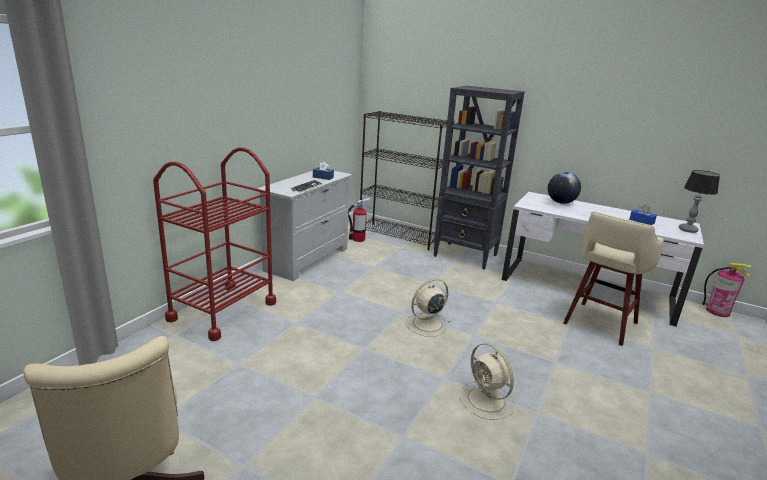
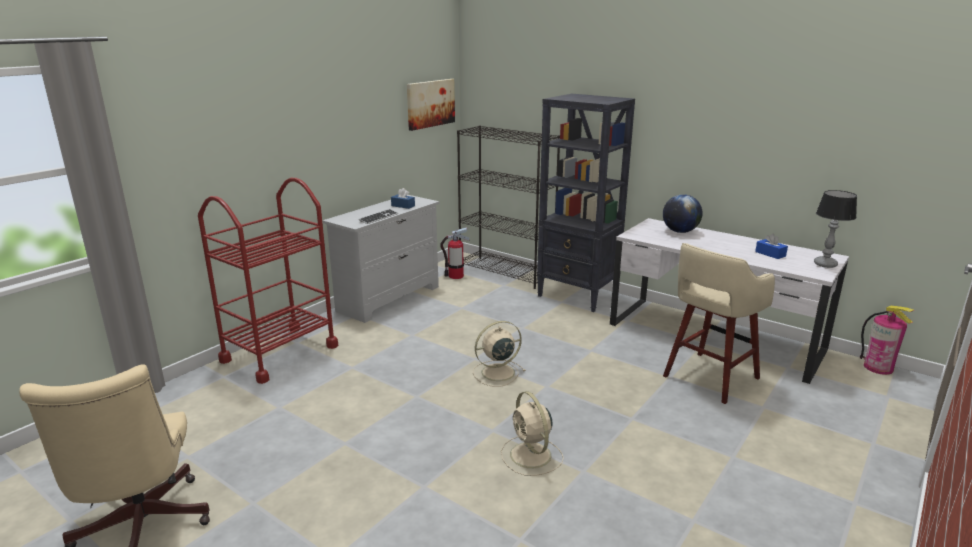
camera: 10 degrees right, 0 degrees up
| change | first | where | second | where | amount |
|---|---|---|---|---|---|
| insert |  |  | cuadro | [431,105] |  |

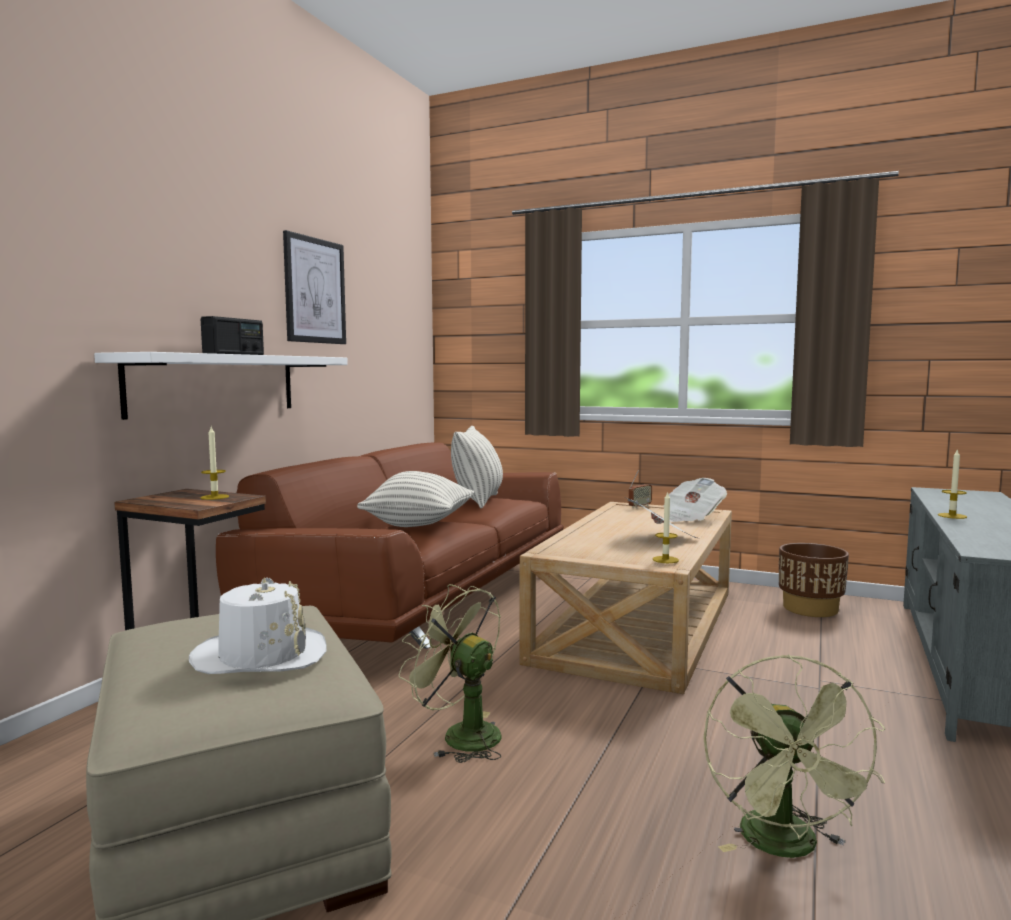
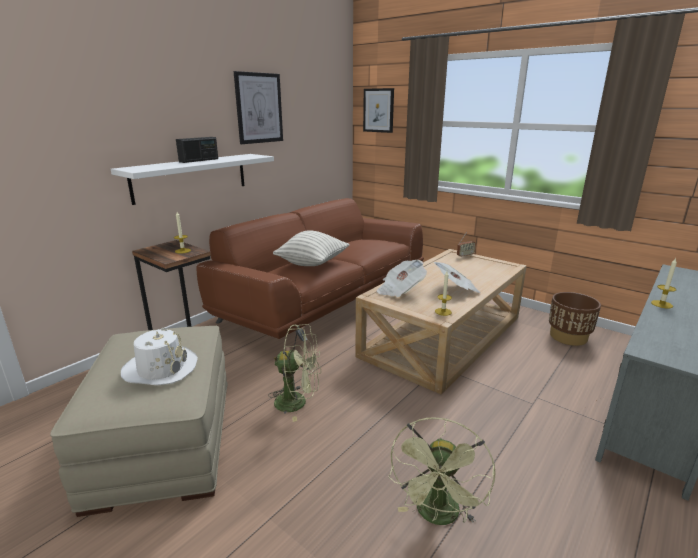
camera: 15 degrees right, 15 degrees up
| change | first | where | second | where | amount |
|---|---|---|---|---|---|
| delete | cojín | [477,467] |  |  |  |
| move | periódico | [697,500] |  | [401,278] |  |
| rotate | ventilador (verde) | [450,673] |  | [294,373] | 135 degrees clockwise |
| insert |  |  | cuadro | [378,110] |  |

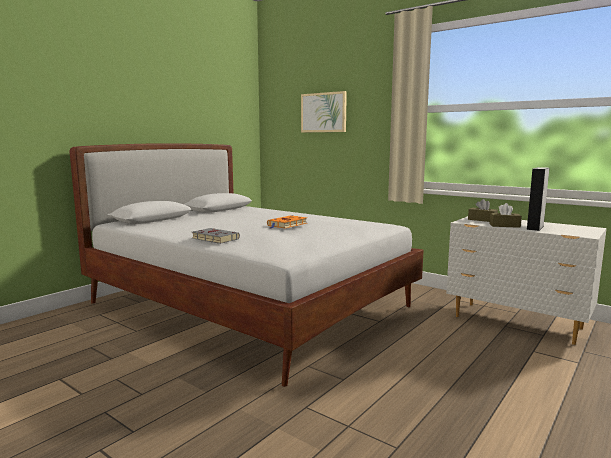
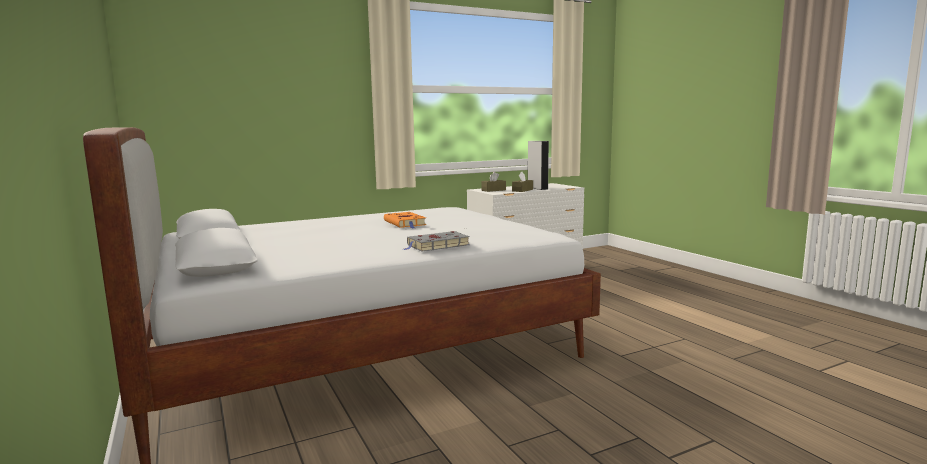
camera: 65 degrees left, 0 degrees up
| change | first | where | second | where | amount |
|---|---|---|---|---|---|
| delete | cuadro | [324,111] |  |  |  |

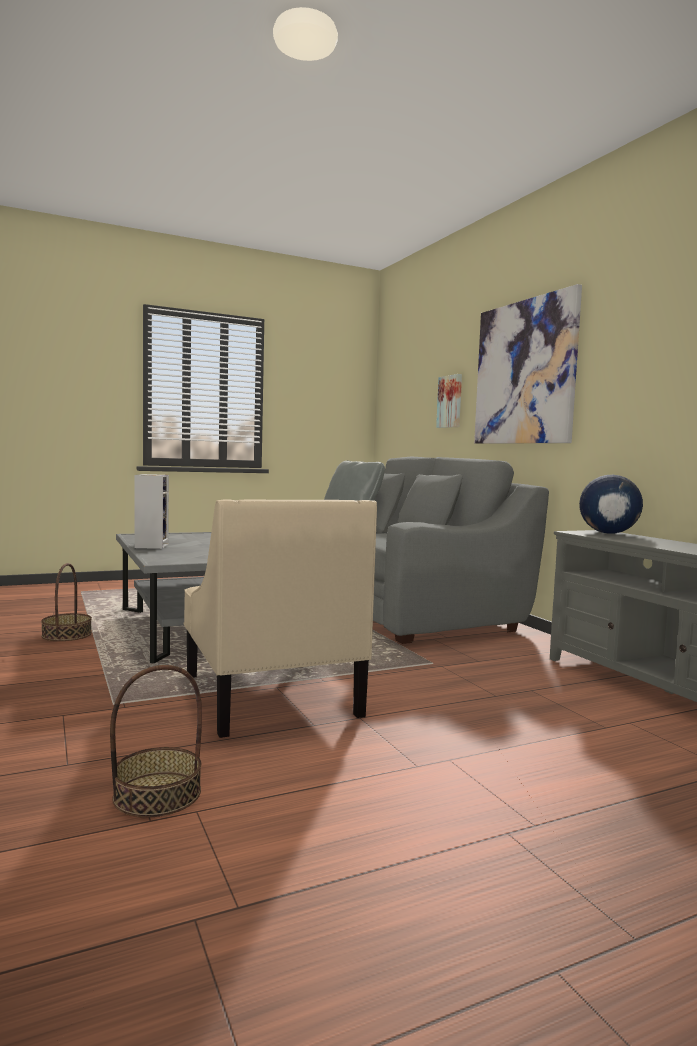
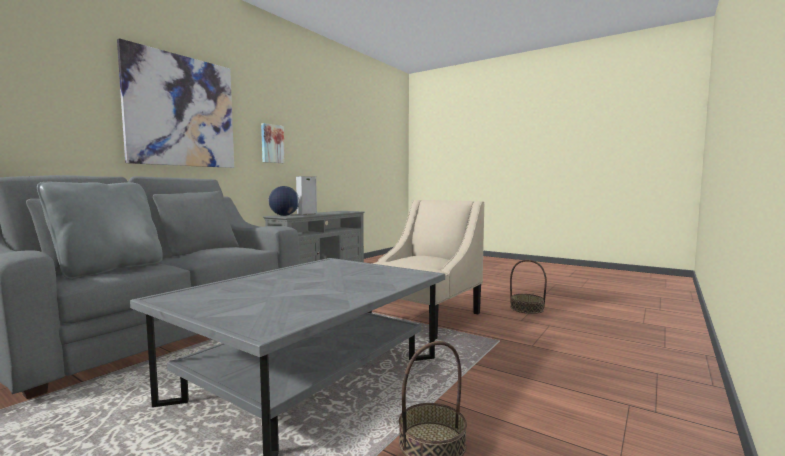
camera: 120 degrees left, 0 degrees up
| change | first | where | second | where | amount |
|---|---|---|---|---|---|
| move | cuadro | [449,401] |  | [273,143] |  |
| move | altavoz | [151,511] |  | [306,195] |  |

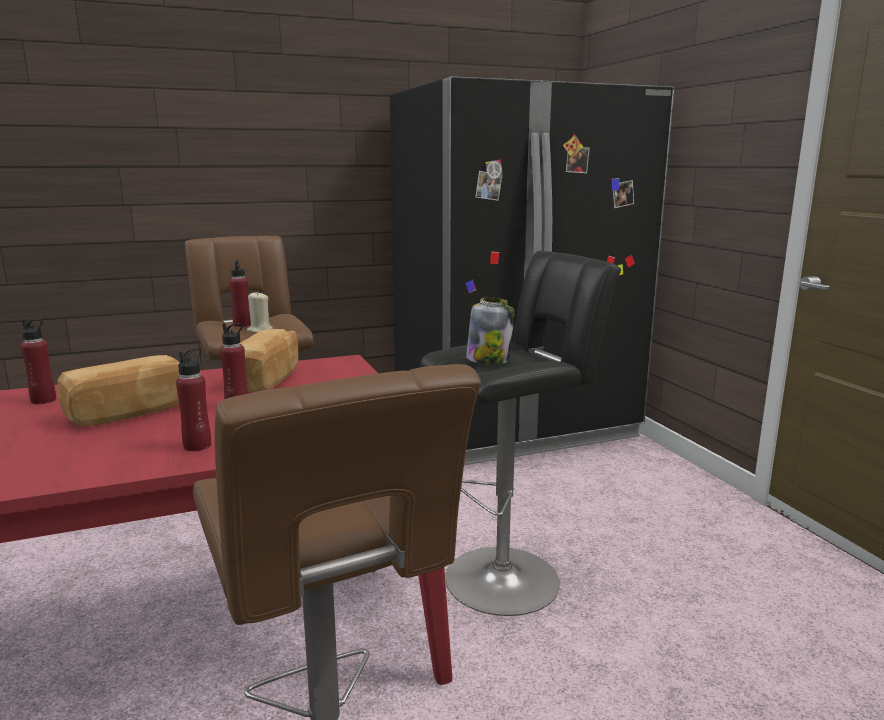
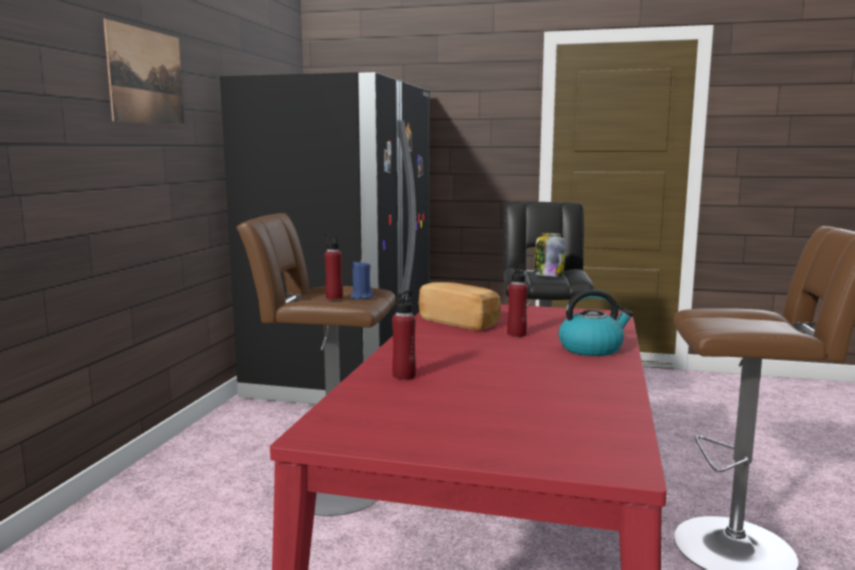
camera: 55 degrees left, 5 degrees down
| change | first | where | second | where | amount |
|---|---|---|---|---|---|
| recolor | vela (beis) | [260,312] | vela (azul) | [362,280] |  |
| replace | botella (rojo) | [193,399] | hervidor | [595,322] |  |
| delete | pan | [118,390] |  |  |  |
| insert |  |  | cuadro | [144,72] |  |

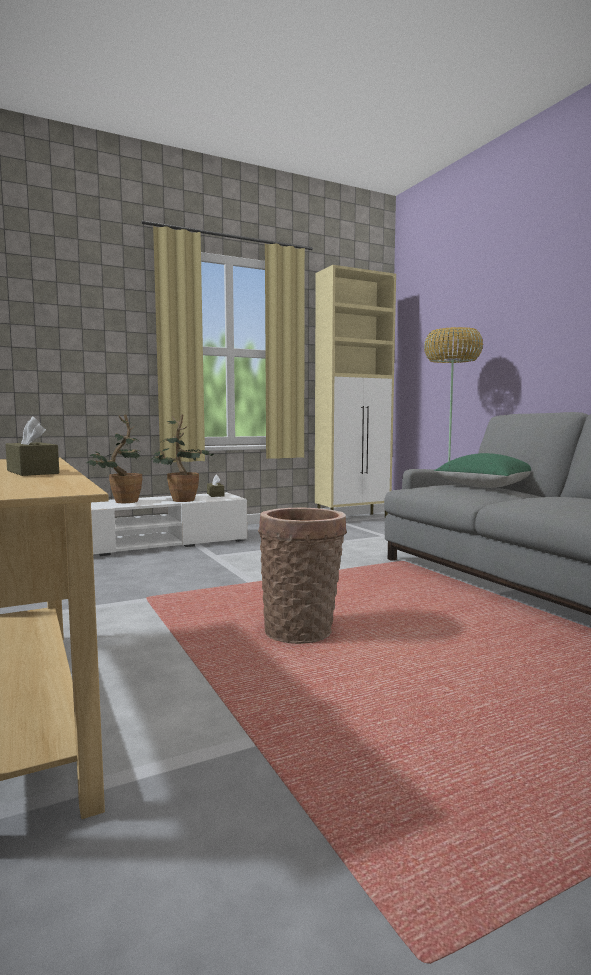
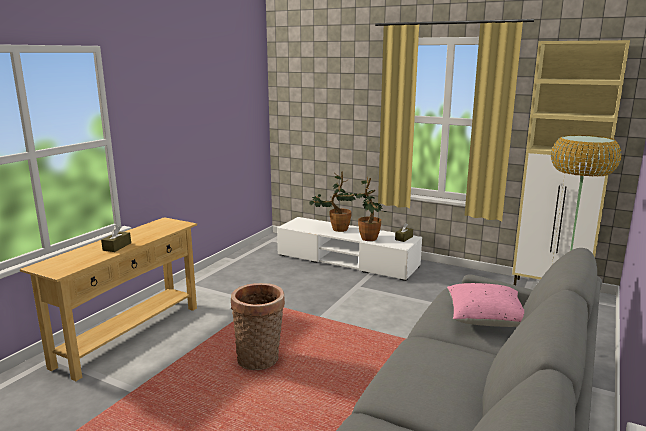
camera: 55 degrees right, 10 degrees up
| change | first | where | second | where | amount |
|---|---|---|---|---|---|
| recolor | cojín (verde) | [482,470] | cojín (rosa) | [485,305] |  |

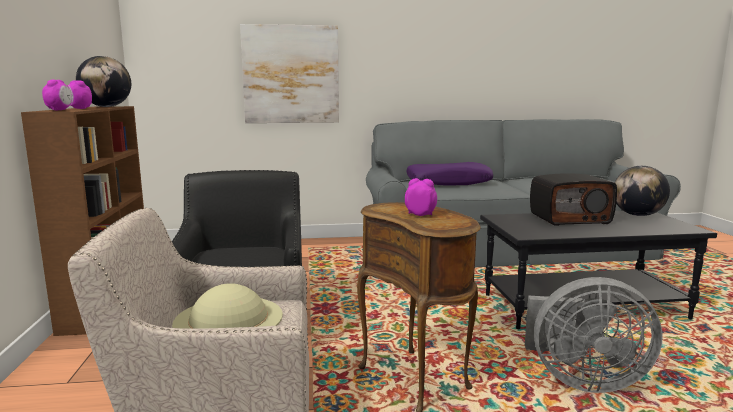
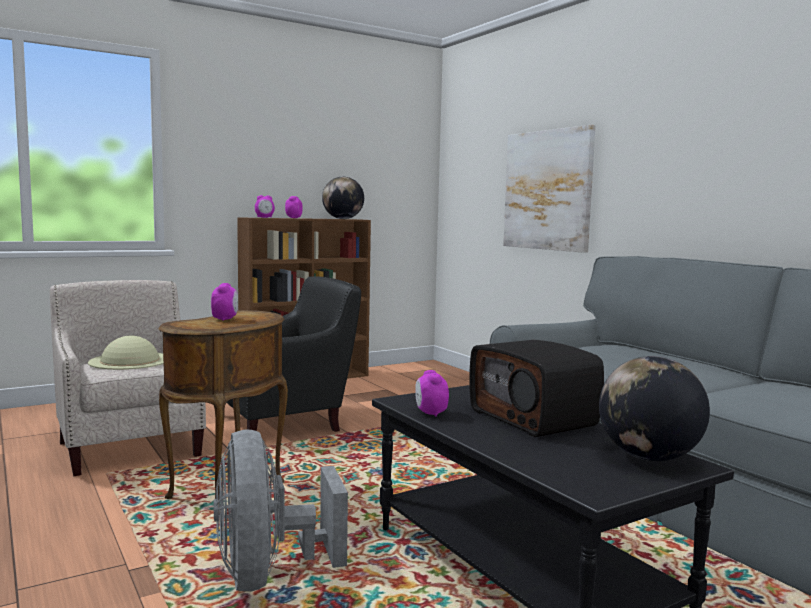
camera: 65 degrees right, 5 degrees down
| change | first | where | second | where | amount |
|---|---|---|---|---|---|
| delete | cojín (morado) | [449,173] |  |  |  |
| insert |  |  | despertador | [432,393] |  |

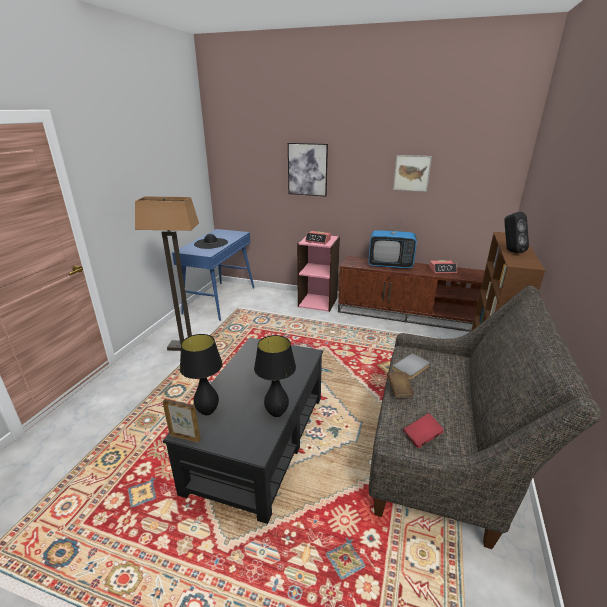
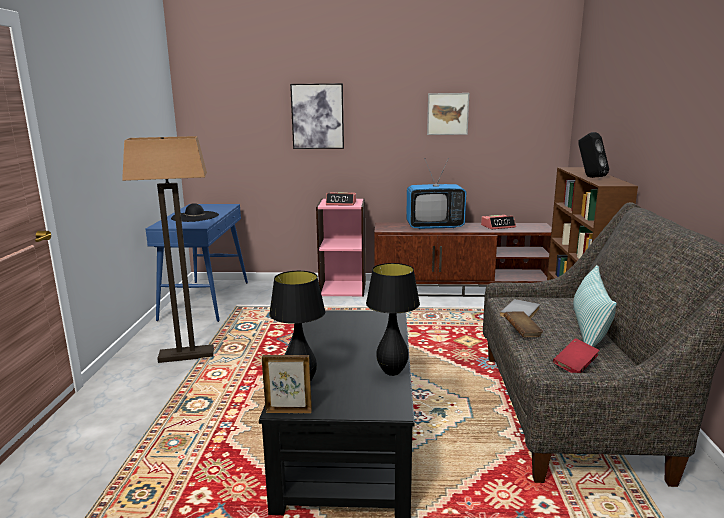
camera: 15 degrees left, 10 degrees down
| change | first | where | second | where | amount |
|---|---|---|---|---|---|
| insert |  |  | cojín | [595,306] |  |

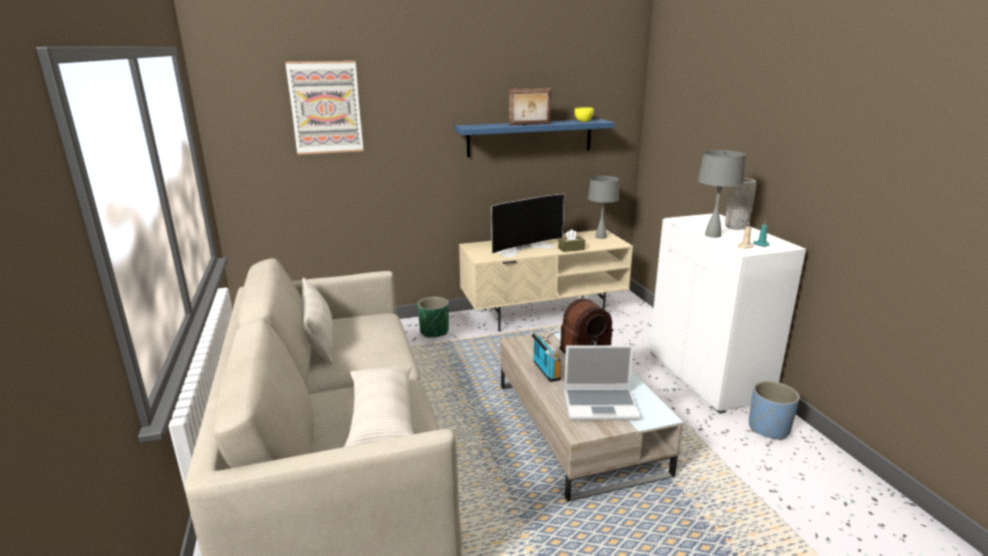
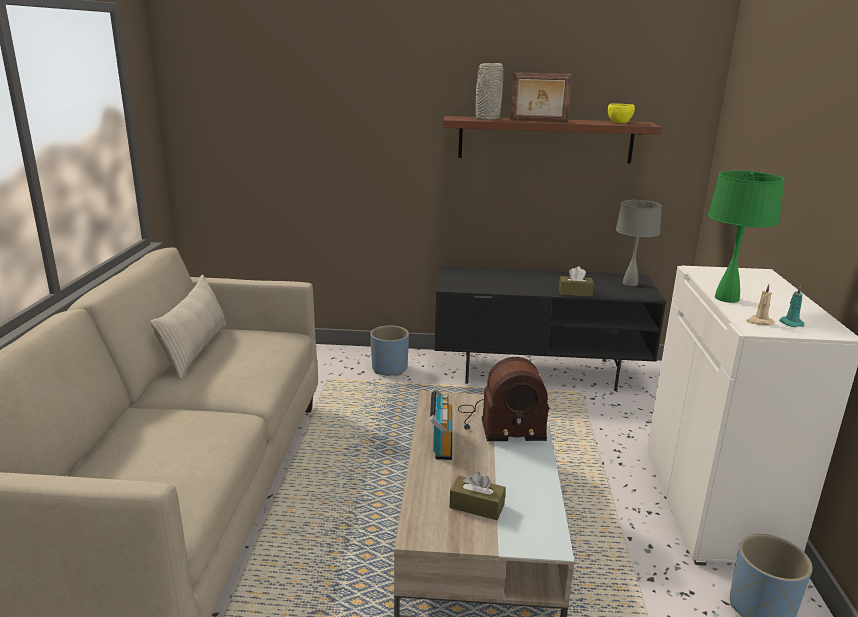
camera: 20 degrees right, 0 degrees up
| change | first | where | second | where | amount |
|---|---|---|---|---|---|
| delete | cuadro | [324,108] |  |  |  |
| recolor | estante (azul) | [535,138] | estante (marrón) | [552,139] |  |
| recolor | lámpara de mesa (gris) | [721,194] | lámpara de mesa (verde) | [746,237] |  |
| move | florero (gris) | [741,204] |  | [489,91] |  |
| delete | televisor | [527,226] |  |  |  |
| recolor | mueble de televisión (beis) | [546,280] | mueble de televisión (negro) | [550,328] |  |
| recolor | maceta (verde) | [433,317] | maceta (azul) | [389,350] |  |
| replace | portátil | [602,382] | caja de pañuelos (marrón) | [477,495] |  |
| delete | cojín (beis) | [379,407] |  |  |  |

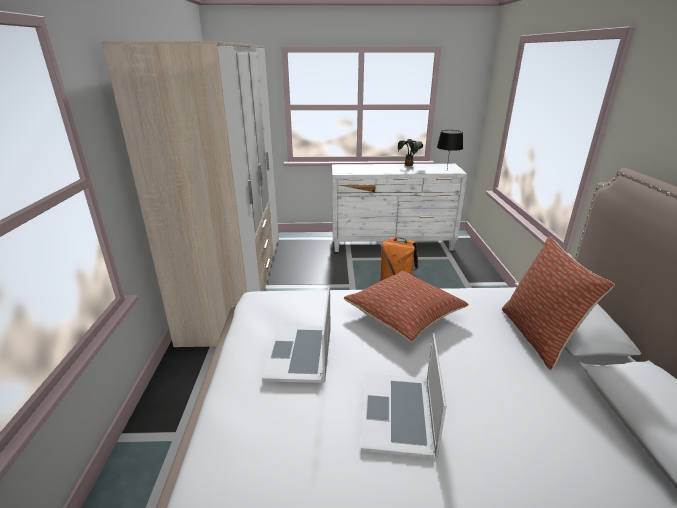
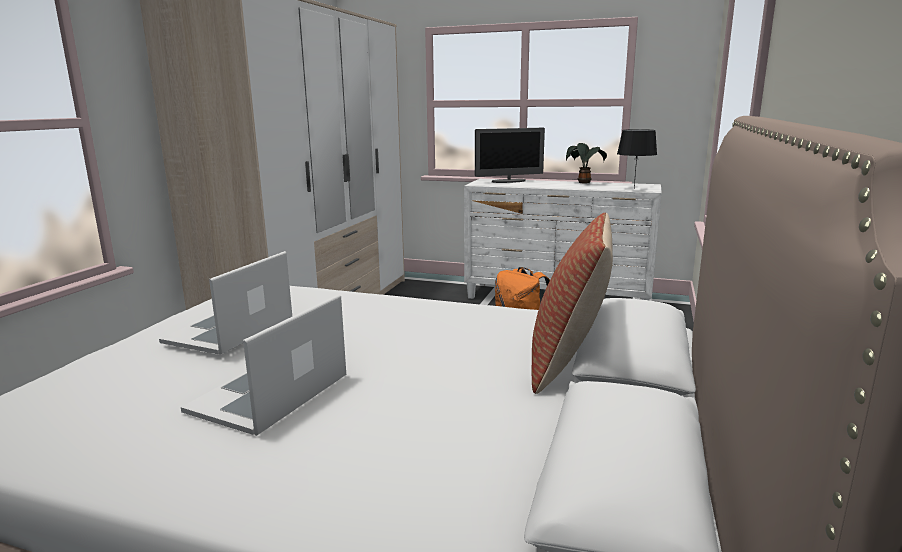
camera: 20 degrees right, 10 degrees down
| change | first | where | second | where | amount |
|---|---|---|---|---|---|
| delete | cojín | [406,306] |  |  |  |
| insert |  |  | monitor | [510,155] |  |

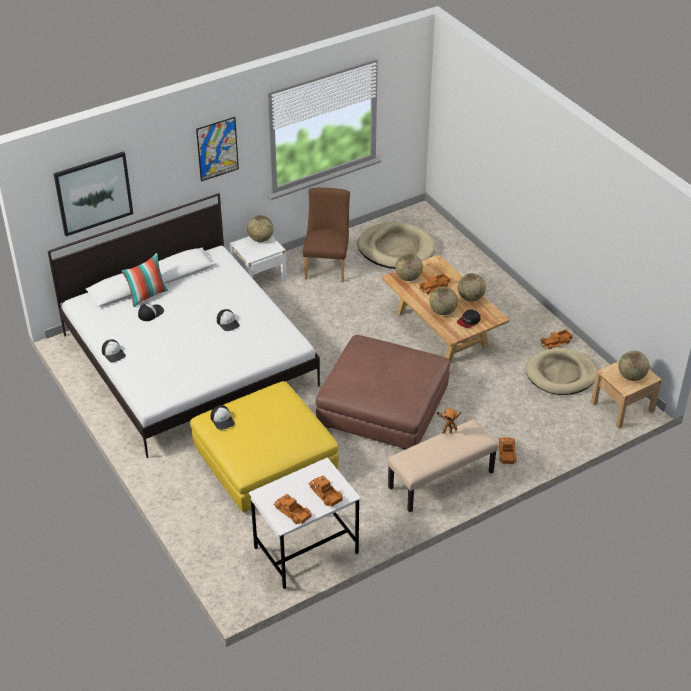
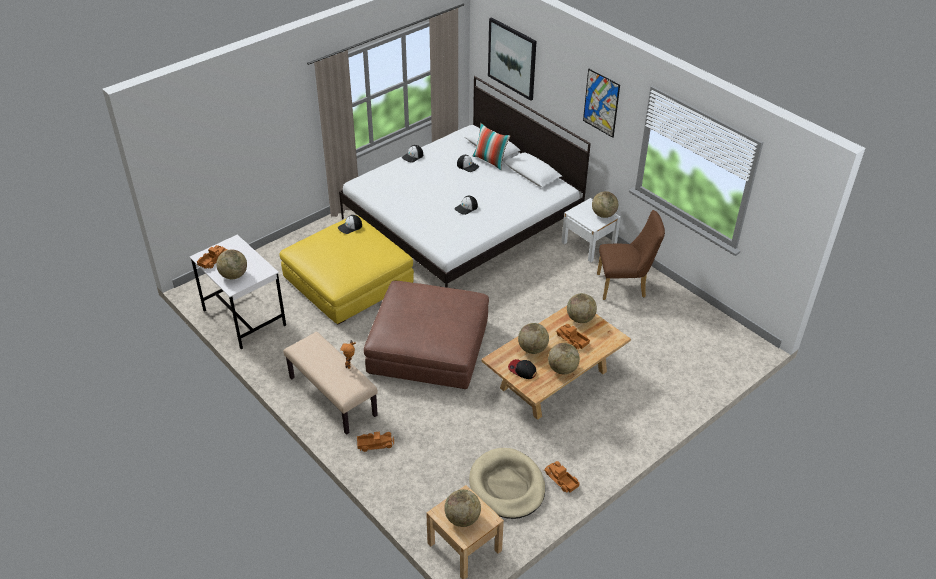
camera: 80 degrees right, 0 degrees up
| change | first | where | second | where | amount |
|---|---|---|---|---|---|
| delete | cama para perro (beis) | [396,245] |  |  |  |
| replace | camión de juguete | [325,490] | globo terráqueo | [231,264] |  |

